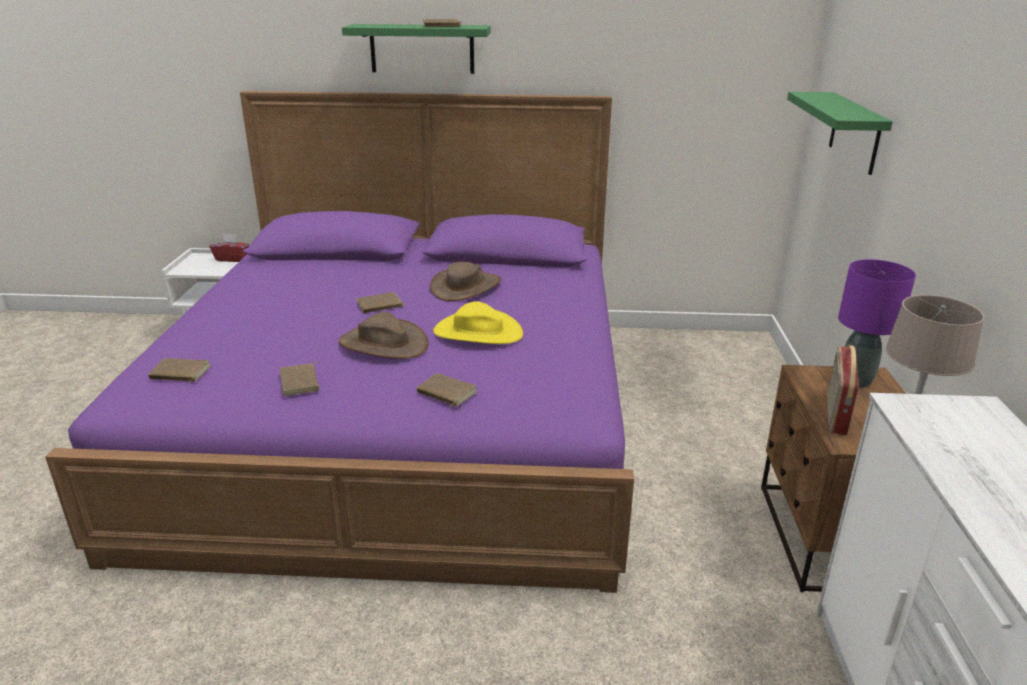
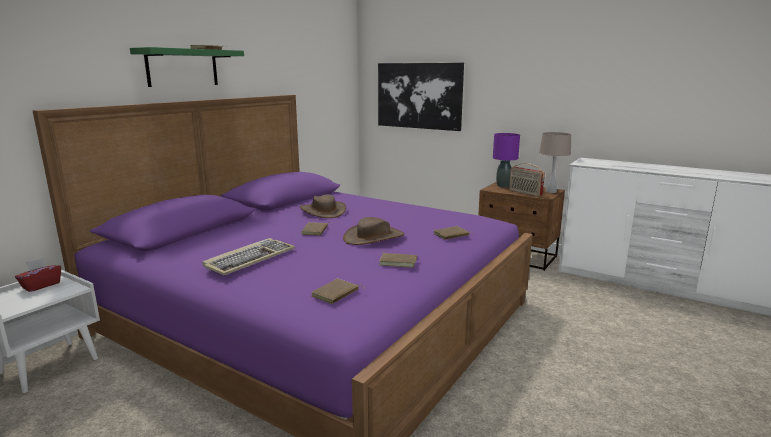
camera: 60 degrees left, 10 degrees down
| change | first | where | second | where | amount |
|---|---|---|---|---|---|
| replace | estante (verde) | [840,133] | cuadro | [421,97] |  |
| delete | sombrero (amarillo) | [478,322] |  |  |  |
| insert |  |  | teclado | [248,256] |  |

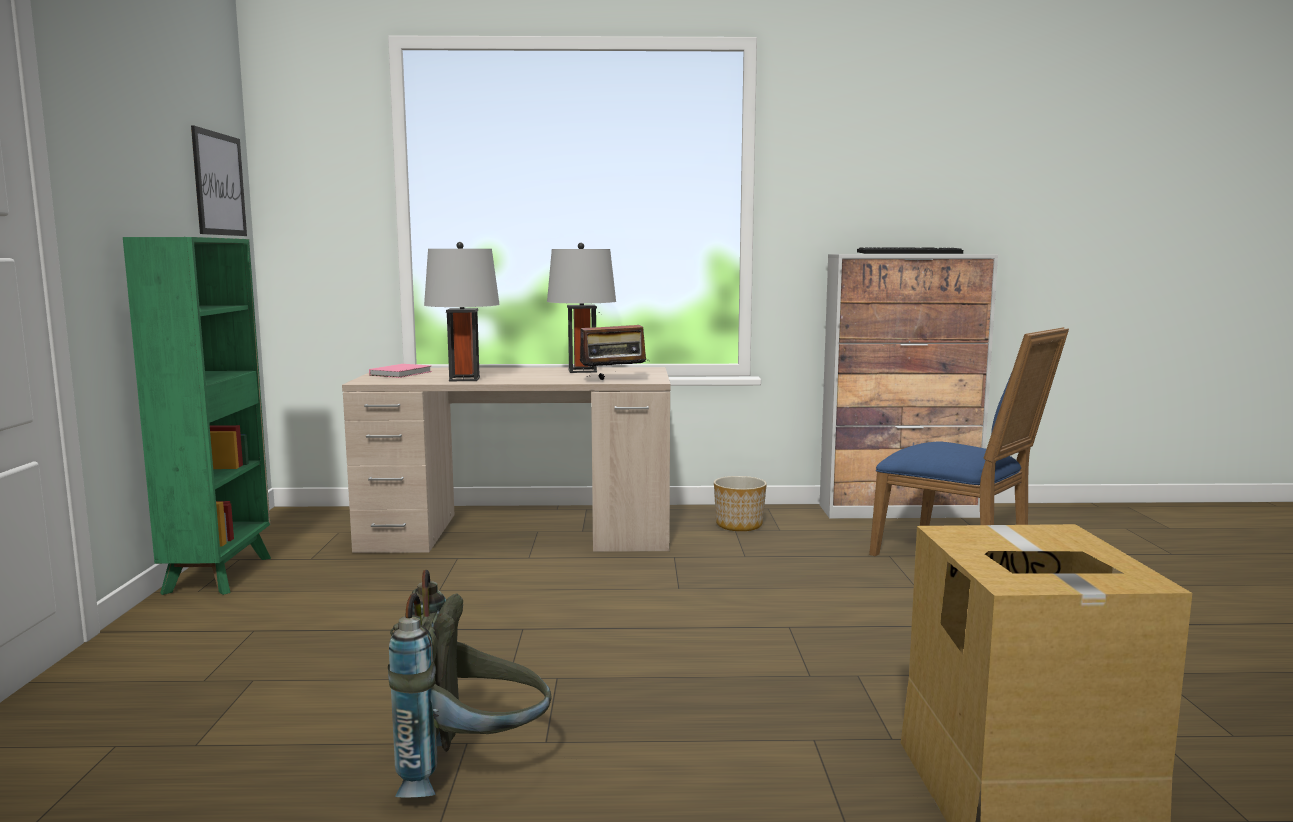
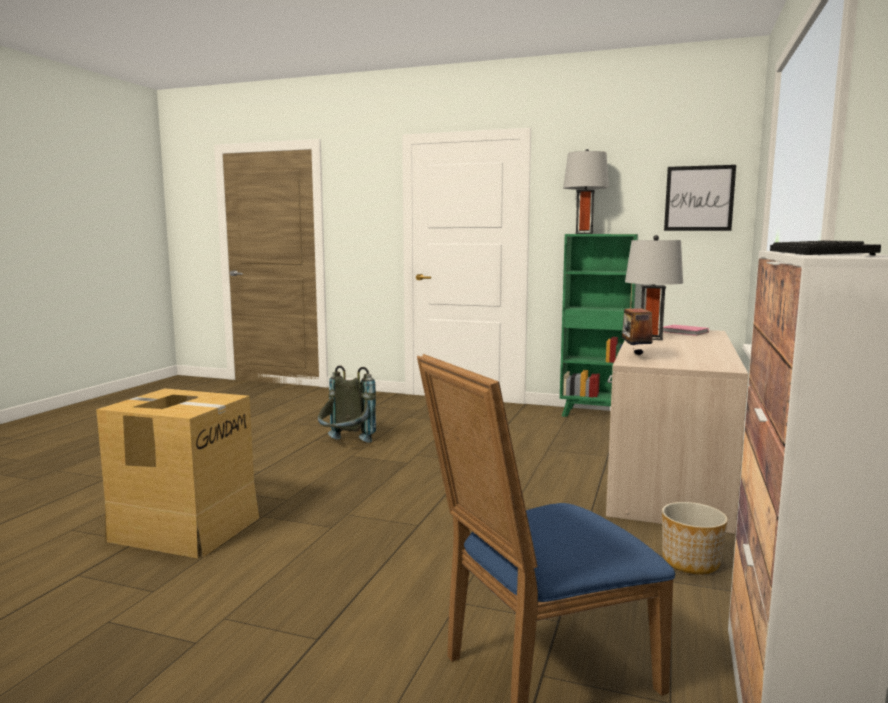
camera: 110 degrees right, 0 degrees up
| change | first | where | second | where | amount |
|---|---|---|---|---|---|
| move | lámpara de mesa (gris) | [581,308] |  | [586,191] |  |

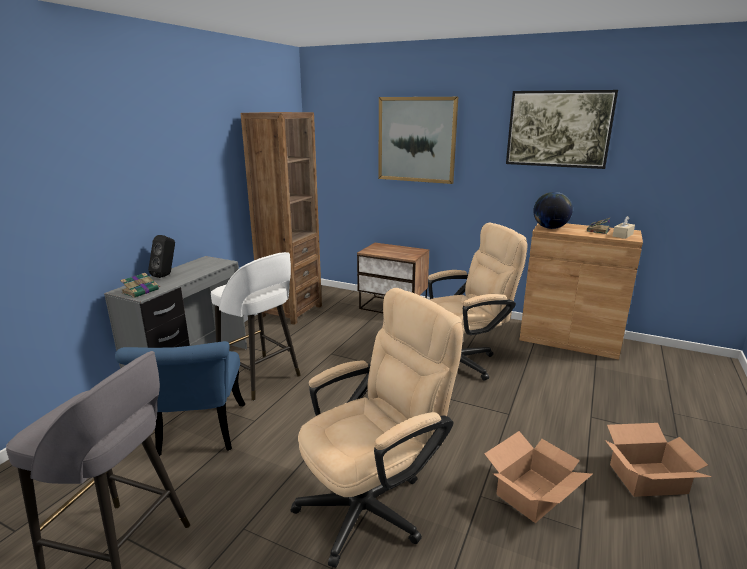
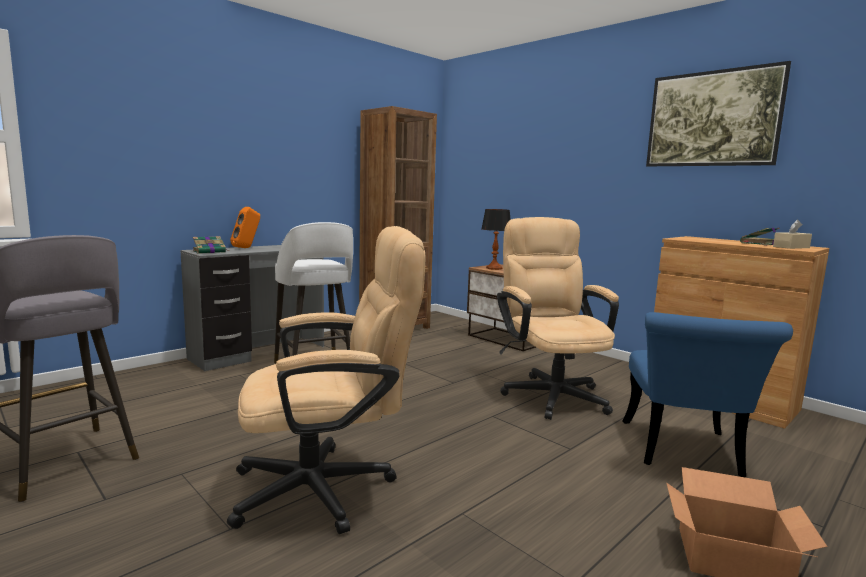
camera: 20 degrees right, 10 degrees down
| change | first | where | second | where | amount |
|---|---|---|---|---|---|
| delete | cuadro | [418,140] |  |  |  |
| delete | globo terráqueo | [553,210] |  |  |  |
| rotate | silla de oficina (beis) | [478,301] |  | [558,318] | 105 degrees counterclockwise |
| recolor | altavoz (negro) | [161,256] | altavoz (naranja) | [245,227] |  |
| move | silla (azul) | [180,398] |  | [707,394] |  |
| delete | caja de cartón | [538,477] |  |  |  |
| insert |  |  | lámpara de mesa | [496,239] |  |

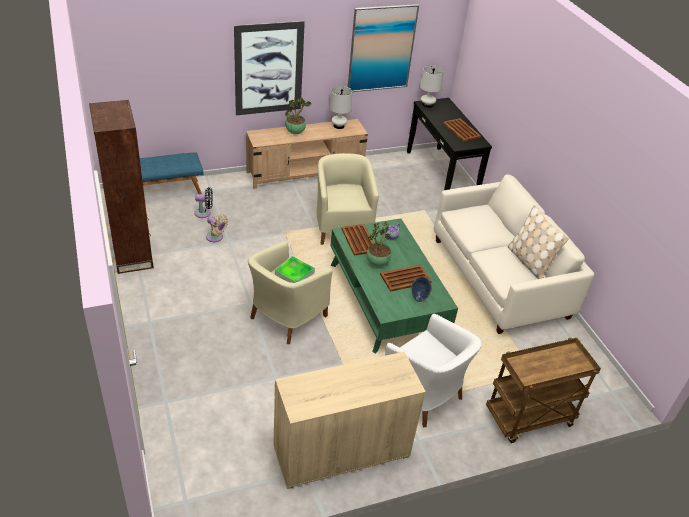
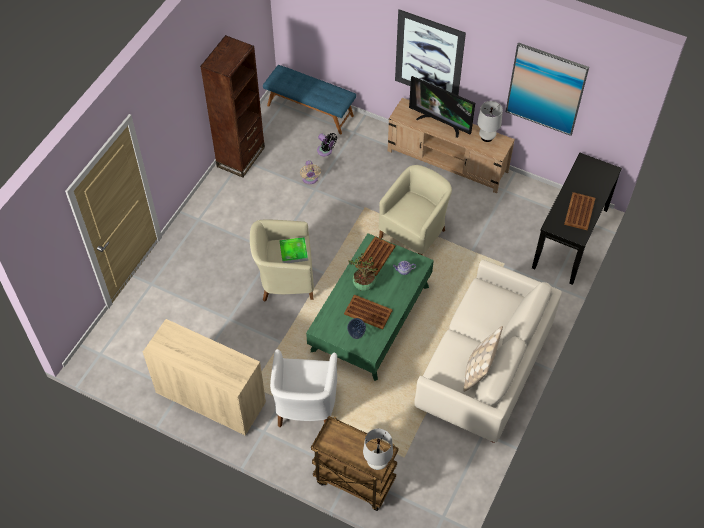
camera: 50 degrees right, 15 degrees up
| change | first | where | second | where | amount |
|---|---|---|---|---|---|
| move | lámpara de mesa (blanco) | [432,86] |  | [378,449] |  |
| replace | planta en maceta | [298,115] | televisor | [442,107] |  |

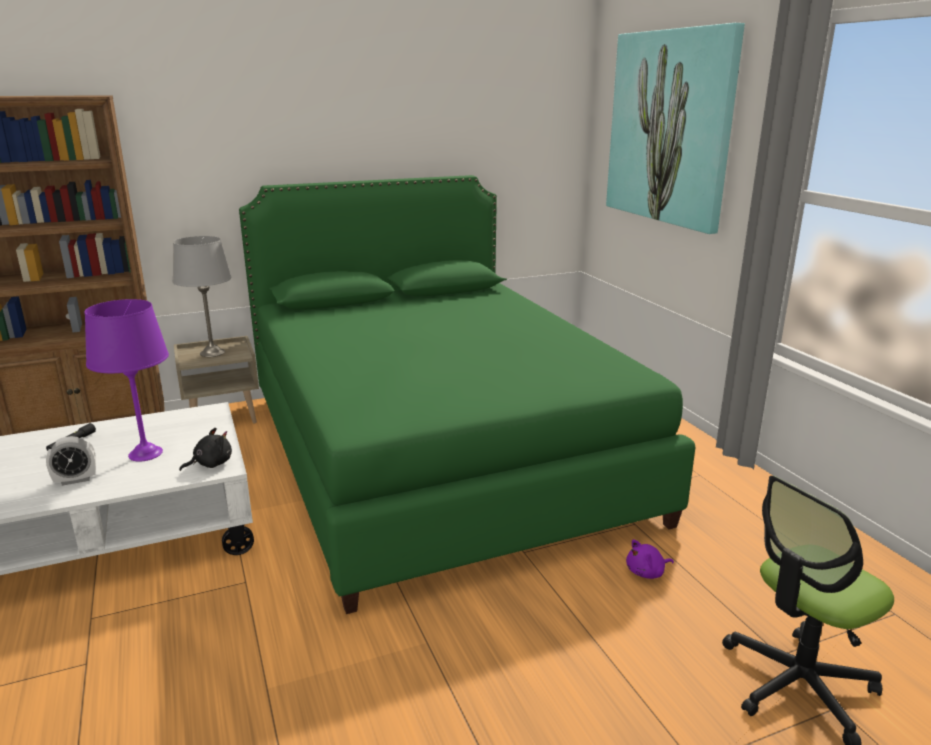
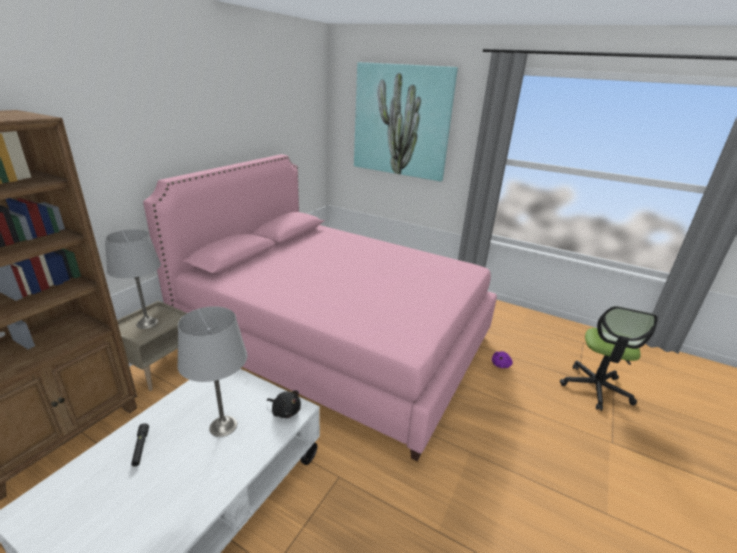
camera: 40 degrees left, 5 degrees up
| change | first | where | second | where | amount |
|---|---|---|---|---|---|
| recolor | cama (verde) | [467,394] | cama (rosa) | [320,307] |  |
| recolor | lámpara de mesa (morado) | [126,380] | lámpara de mesa (gris) | [212,371] |  |
| rotate | peluche (negro) | [205,449] |  | [284,404] | 105 degrees clockwise |
| delete | despertador | [71,461] |  |  |  |

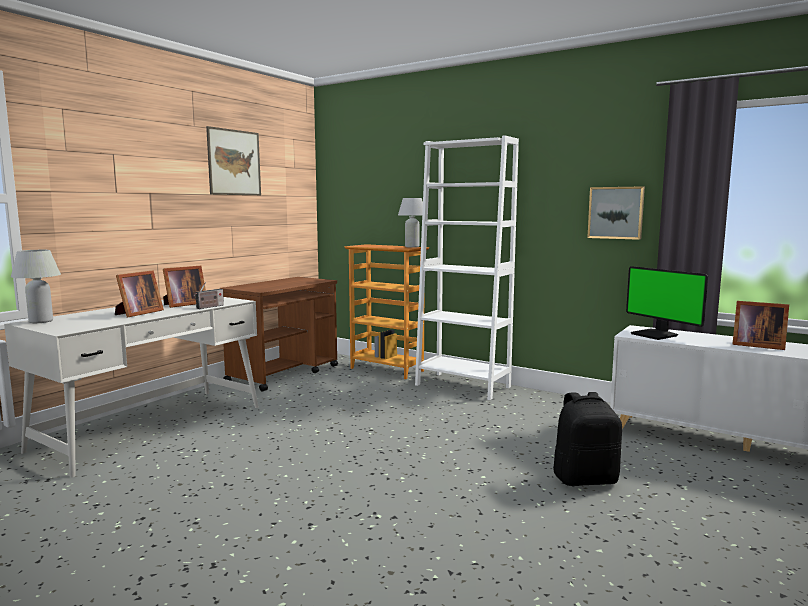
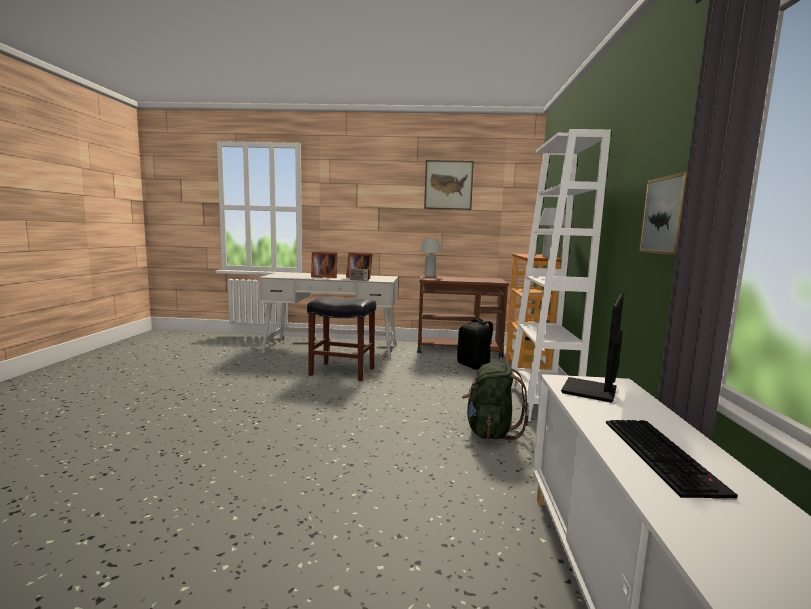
camera: 60 degrees right, 0 degrees up
| change | first | where | second | where | amount |
|---|---|---|---|---|---|
| move | lámpara de mesa (blanco) | [36,286] |  | [431,258] |  |
| replace | portarretratos | [761,325] | teclado | [672,460] |  |
| move | mochila (negro) | [587,439] |  | [475,344] |  |
| insert |  |  | taburete (negro) | [341,339] |  |
| insert |  |  | mochila (verde) | [495,401] |  |

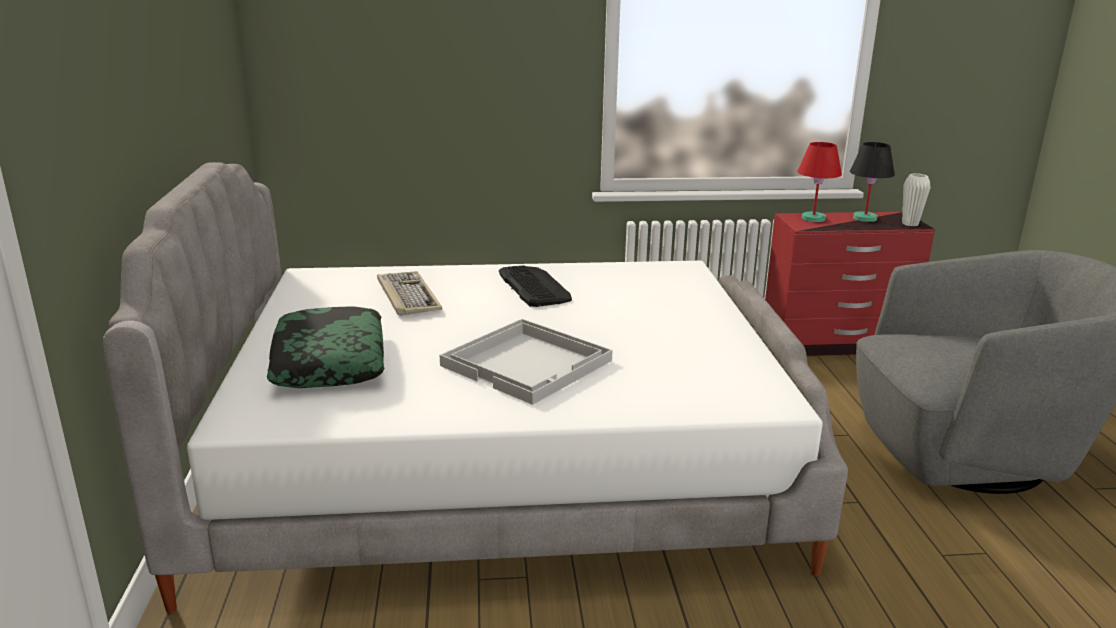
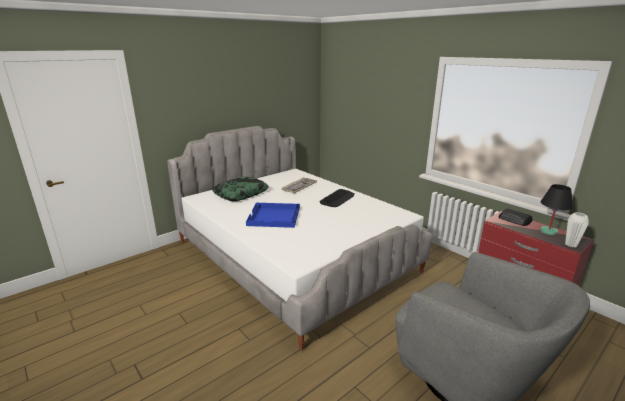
camera: 55 degrees right, 0 degrees up
| change | first | where | second | where | amount |
|---|---|---|---|---|---|
| replace | lámpara de mesa (rojo) | [819,182] | radio | [515,217] |  |
| recolor | bandeja (blanco) | [526,362] | bandeja (azul) | [273,215] |  |

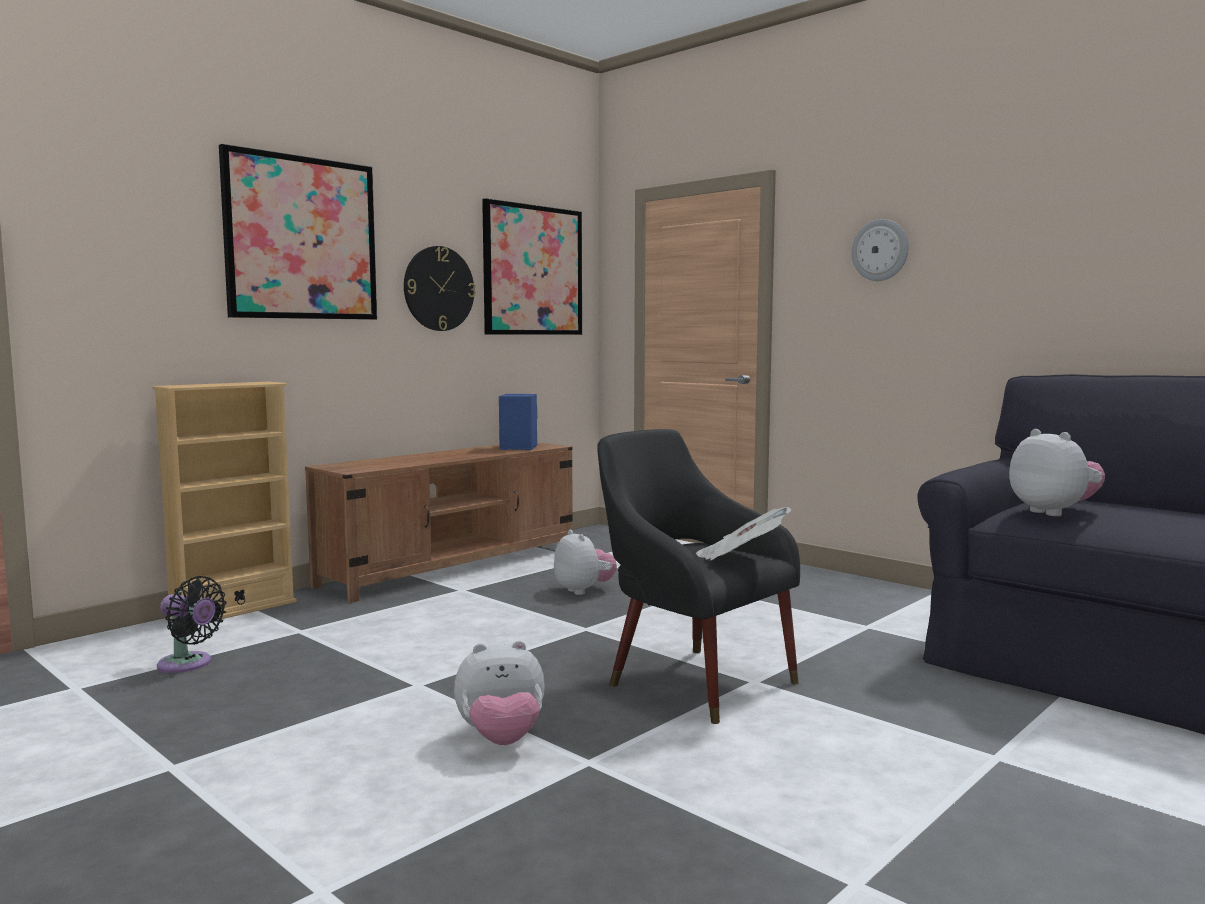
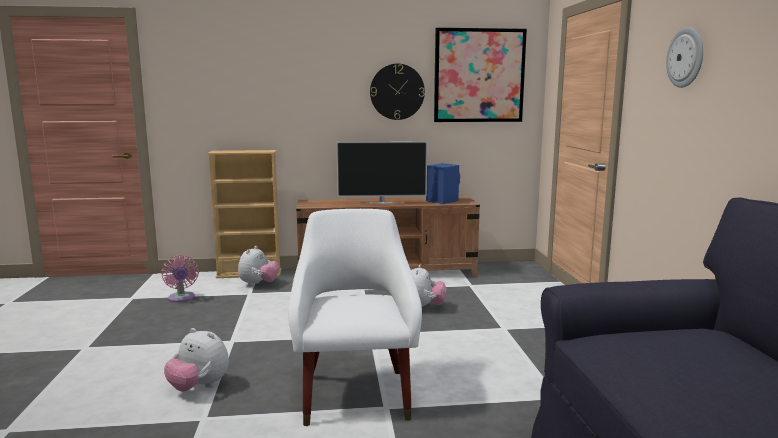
camera: 40 degrees right, 5 degrees up
| change | first | where | second | where | amount |
|---|---|---|---|---|---|
| delete | cuadro | [298,232] |  |  |  |
| recolor | sillón (negro) | [698,576] | sillón (blanco) | [355,317] |  |
| move | peluche | [1057,472] |  | [258,266] |  |
| delete | periódico | [743,534] |  |  |  |
| recolor | ventilador (negro) | [192,624] | ventilador (rosa) | [180,278] |  |
| insert |  |  | televisor | [381,172] |  |

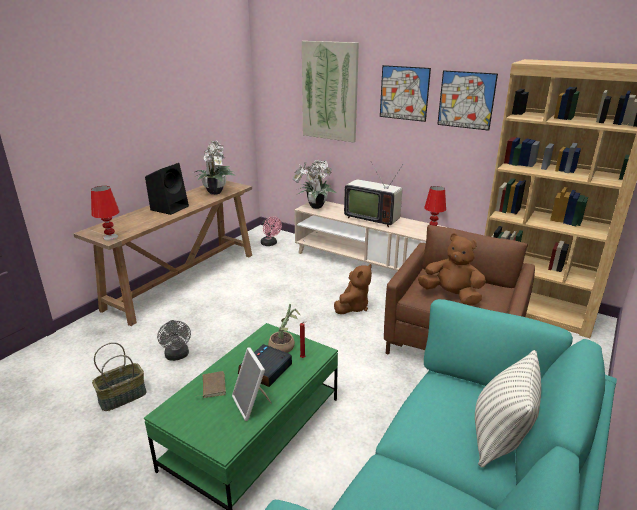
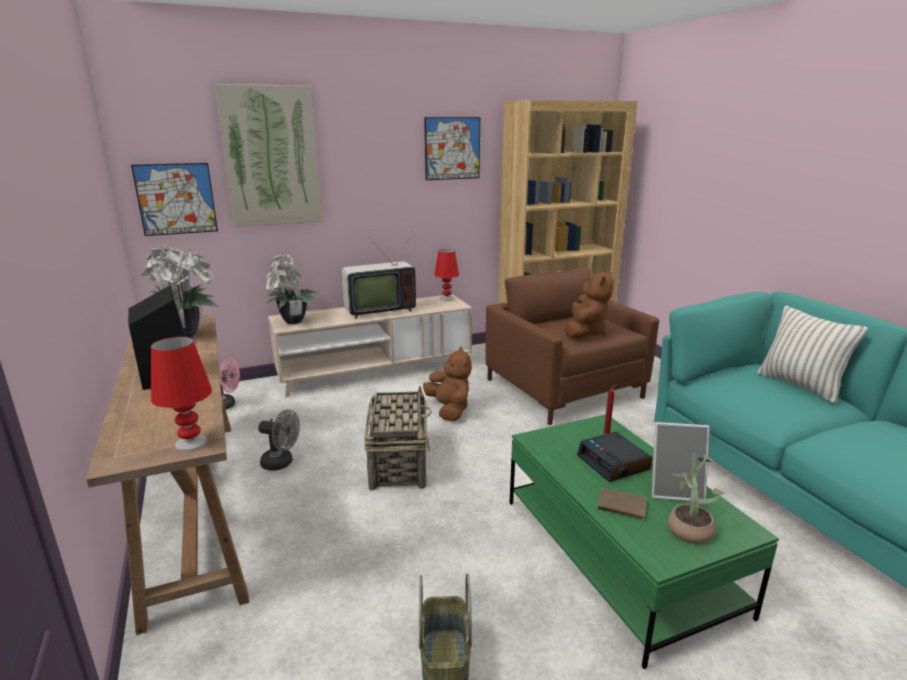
camera: 55 degrees left, 5 degrees down
| change | first | where | second | where | amount |
|---|---|---|---|---|---|
| move | cuadro | [405,93] |  | [174,199] |  |
| rotate | peluche (marrón) | [452,269] |  | [589,305] | 135 degrees clockwise |
| move | planta en maceta | [284,328] |  | [696,498] |  |
| move | ventilador (gris) | [174,340] |  | [279,440] |  |
| insert |  |  | cesta | [398,438] |  |

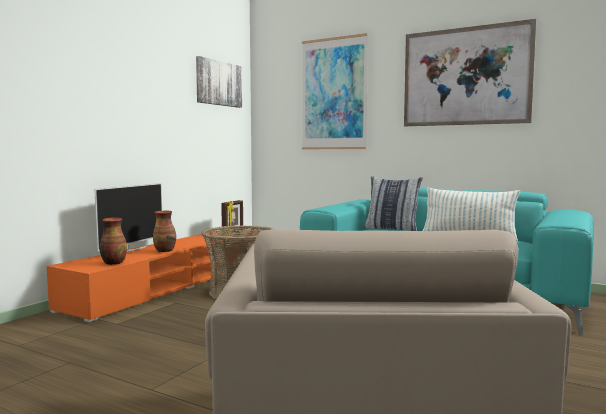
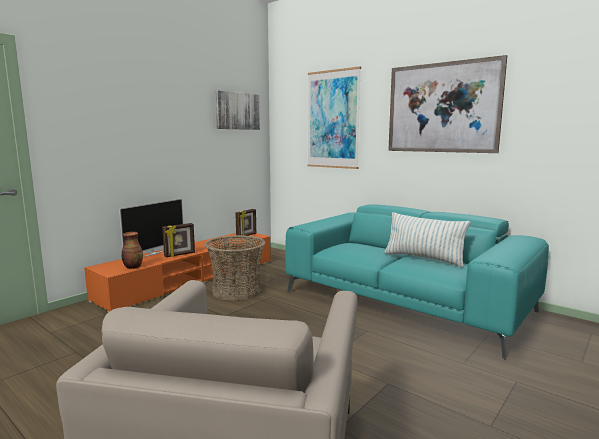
camera: 10 degrees right, 5 degrees up
| change | first | where | second | where | amount |
|---|---|---|---|---|---|
| delete | cojín | [393,203] |  |  |  |
| replace | florero | [164,231] | portarretratos | [178,240] |  |

